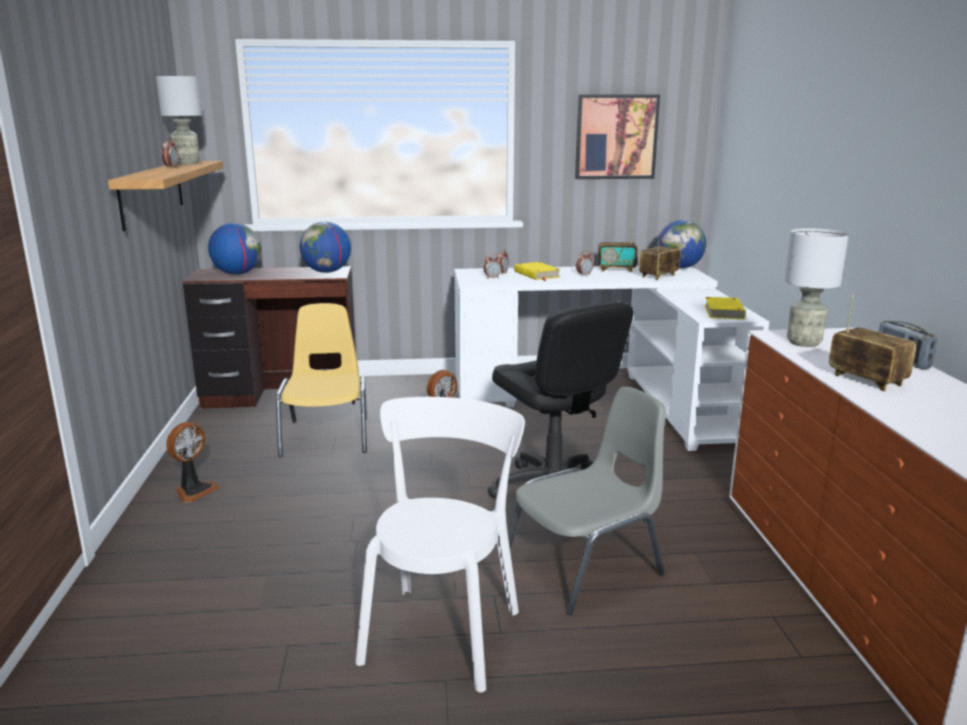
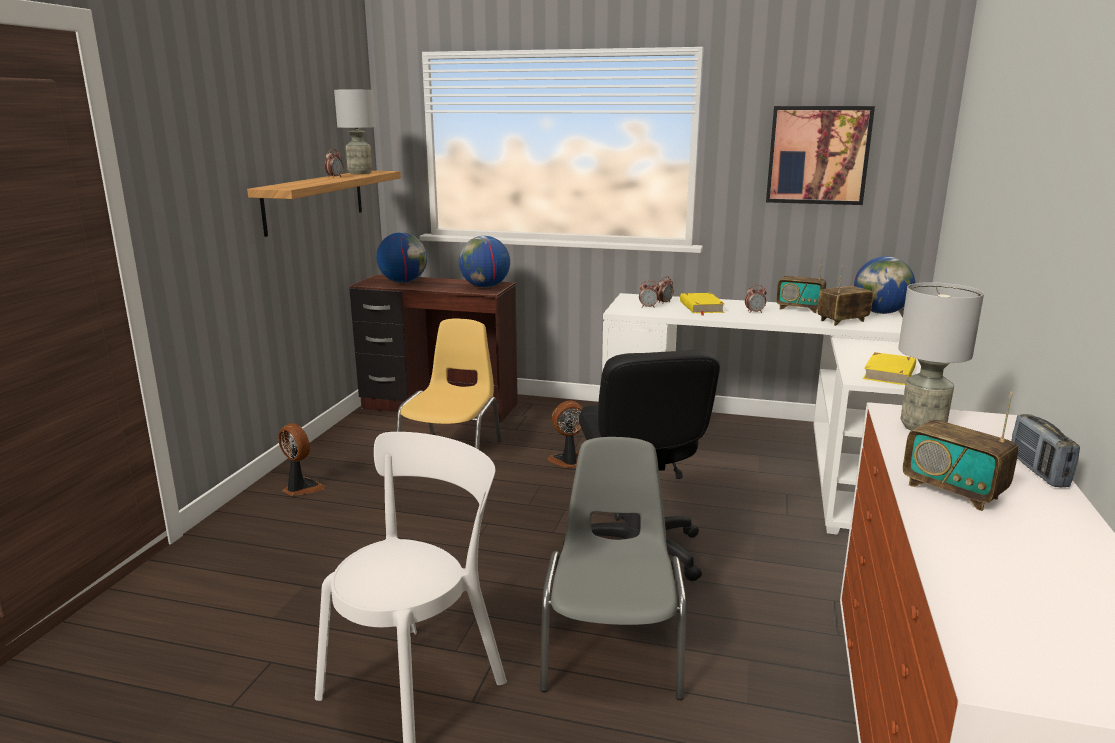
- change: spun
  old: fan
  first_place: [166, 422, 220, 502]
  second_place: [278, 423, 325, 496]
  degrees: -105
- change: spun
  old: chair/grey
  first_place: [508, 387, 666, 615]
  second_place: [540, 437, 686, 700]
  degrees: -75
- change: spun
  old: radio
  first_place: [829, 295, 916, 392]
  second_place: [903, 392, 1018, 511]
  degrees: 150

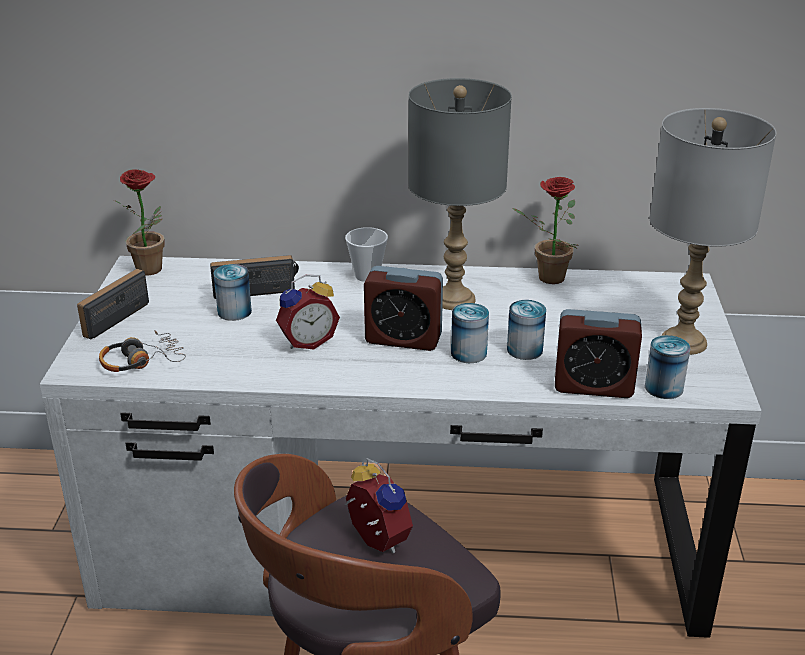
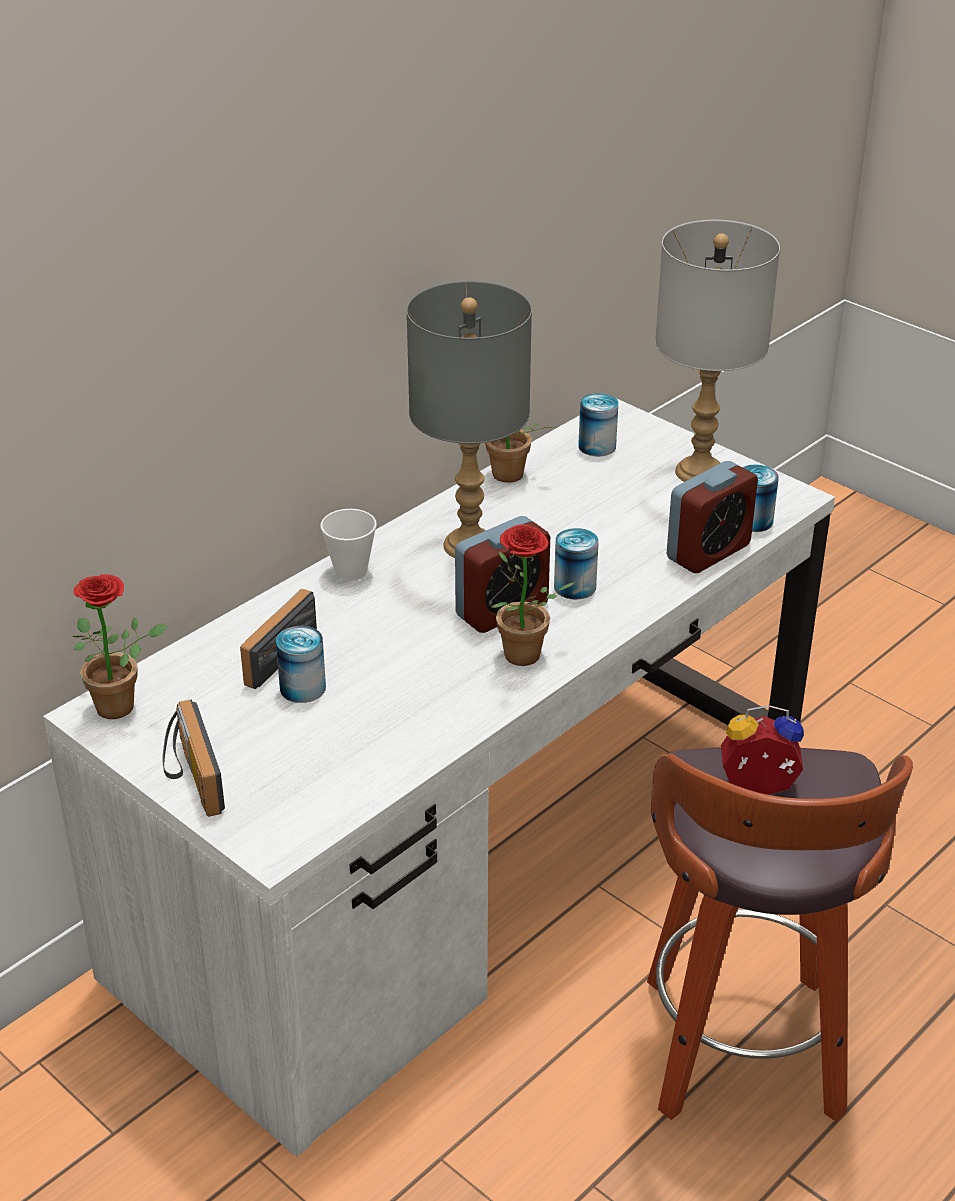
- change: appeared
  new: potted plant
  second_place: [491, 524, 575, 666]
- change: relocated
  old: can
  first_place: [507, 300, 546, 360]
  second_place: [578, 393, 619, 456]
- change: missing
  old: headphones
  first_place: [99, 330, 186, 372]
- change: missing
  old: alarm clock
  first_place: [276, 275, 340, 349]

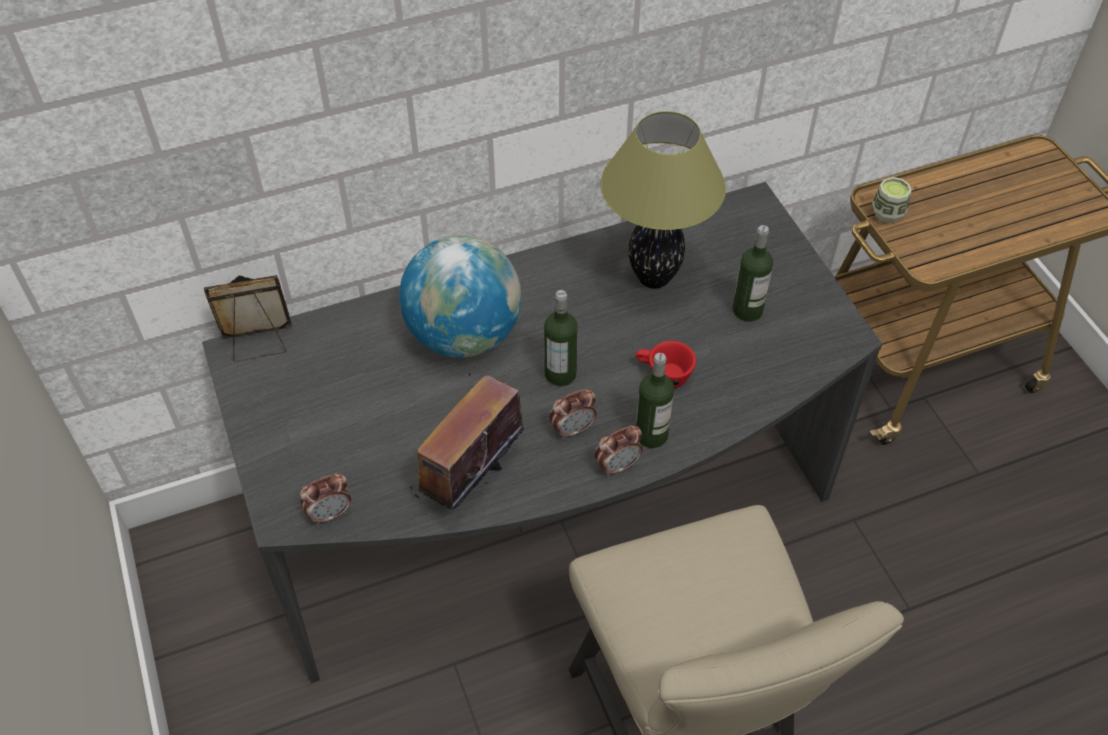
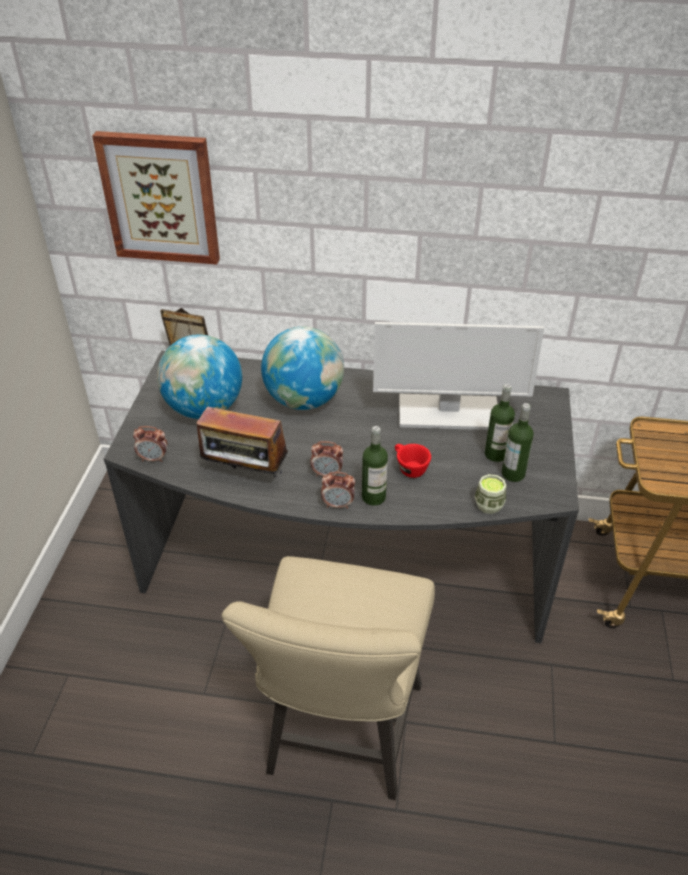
- change: appeared
  new: picture
  second_place: [92, 131, 220, 265]
- change: appeared
  new: globe
  second_place: [157, 334, 242, 419]
- change: spun
  old: radio
  first_place: [410, 373, 524, 510]
  second_place: [196, 399, 288, 477]
  degrees: -135
- change: exchanged
  old: table lamp
  new: monitor
  first_place: [600, 111, 726, 289]
  second_place: [373, 322, 544, 430]
- change: relocated
  old: cup
  first_place: [872, 177, 911, 223]
  second_place: [475, 474, 506, 514]
- change: relocated
  old: bottle
  first_place: [544, 290, 578, 386]
  second_place: [502, 403, 534, 482]

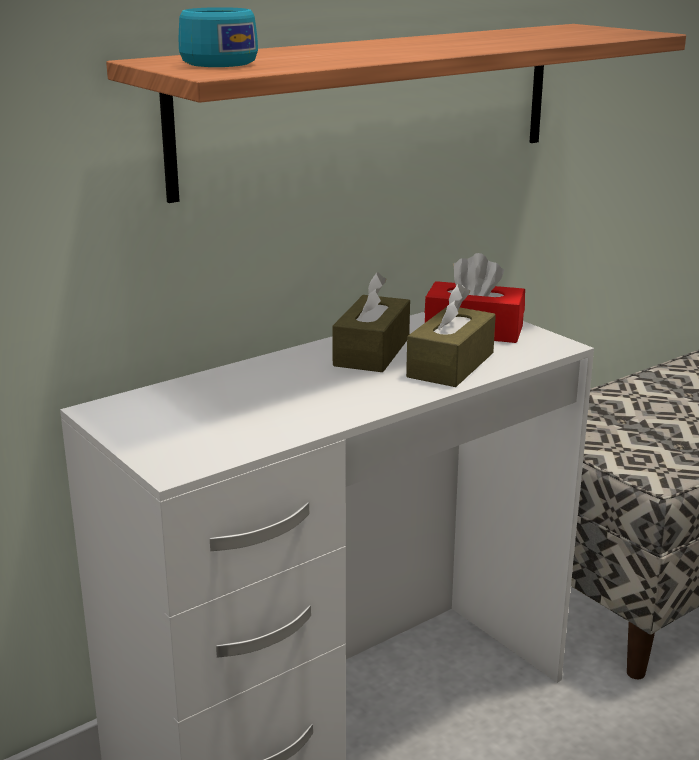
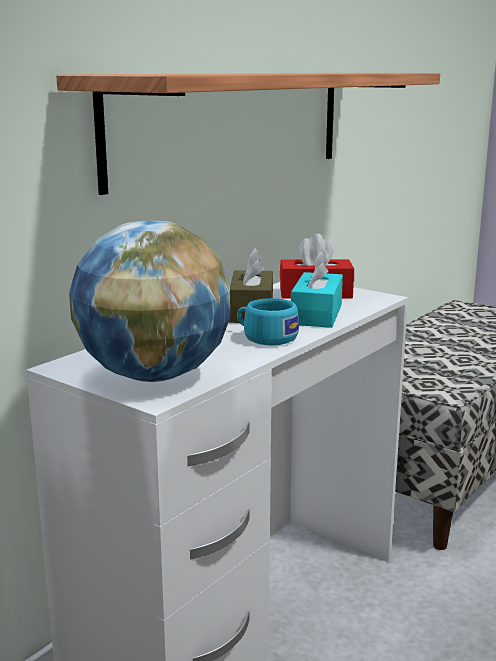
- change: appeared
  new: globe
  second_place: [69, 220, 230, 382]
- change: relocated
  old: cup/turquoise
  first_place: [179, 7, 258, 67]
  second_place: [237, 298, 299, 345]
- change: colour
  old: tissue box/brown
  new: tissue box/turquoise
  first_place: [406, 284, 496, 387]
  second_place: [291, 251, 343, 328]

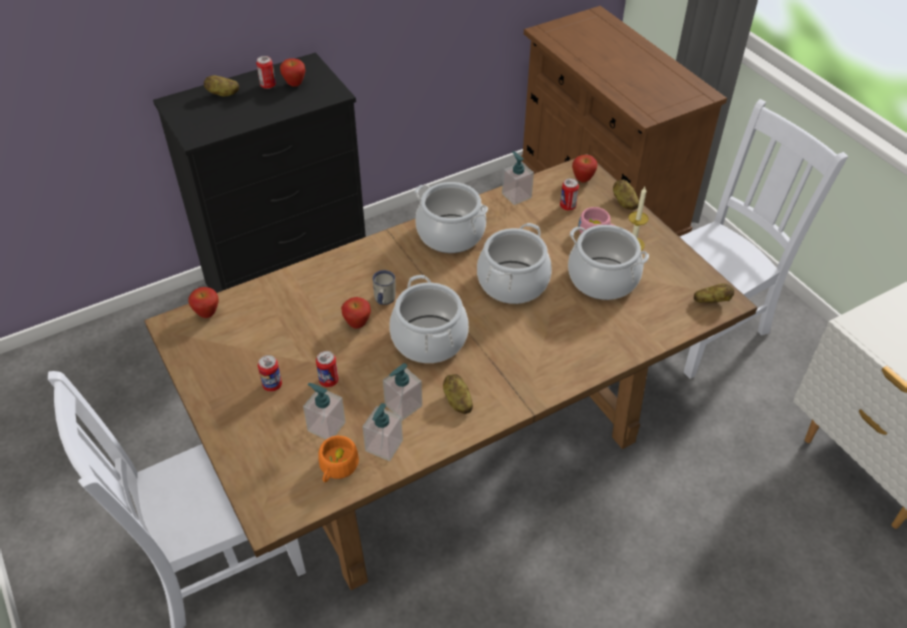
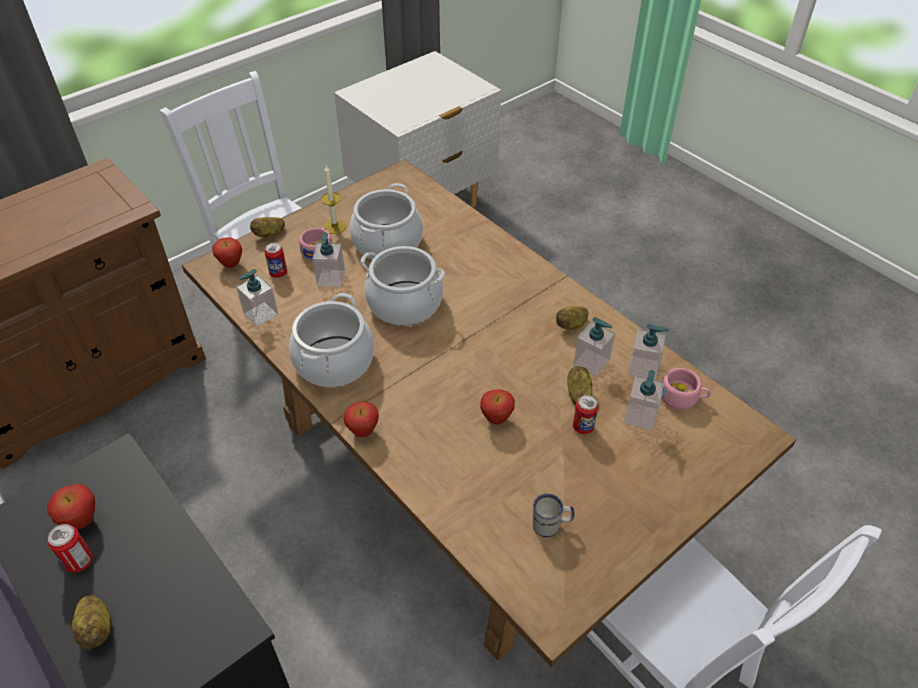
- change: appeared
  new: soap dispenser
  second_place: [312, 233, 345, 287]
- change: relocated
  old: apple
  first_place: [188, 287, 219, 318]
  second_place: [344, 402, 379, 437]
- change: relocated
  old: mug/white
  first_place: [372, 270, 395, 305]
  second_place: [532, 493, 574, 537]
- change: relocated
  old: potato
  first_place: [694, 283, 734, 303]
  second_place: [567, 366, 592, 405]
- change: colour
  old: cup/orange
  new: cup/pink
  first_place: [318, 436, 359, 482]
  second_place: [661, 368, 711, 410]
- change: missing
  old: can
  first_place: [258, 355, 282, 392]
- change: missing
  old: cooking pot
  first_place: [389, 275, 469, 363]

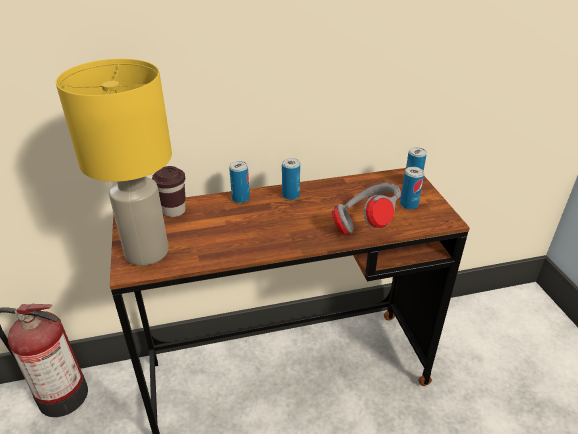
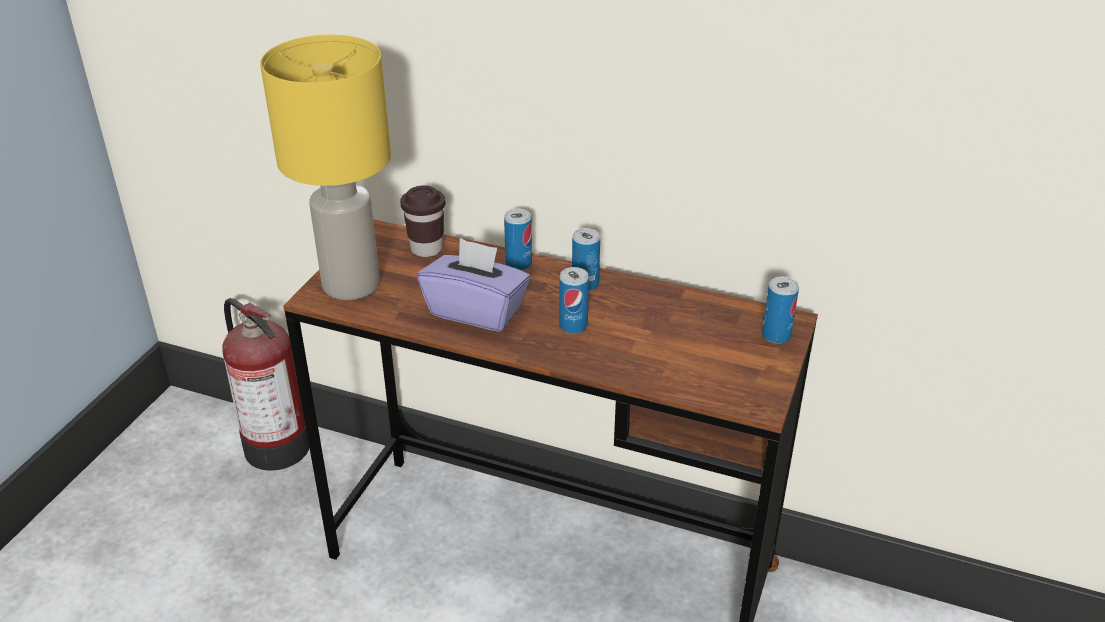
- change: appeared
  new: tissue box/purple
  second_place: [418, 238, 530, 332]
- change: relocated
  old: can
  first_place: [400, 167, 424, 210]
  second_place: [559, 267, 589, 334]
- change: missing
  old: headphones/grey
  first_place: [332, 183, 401, 235]

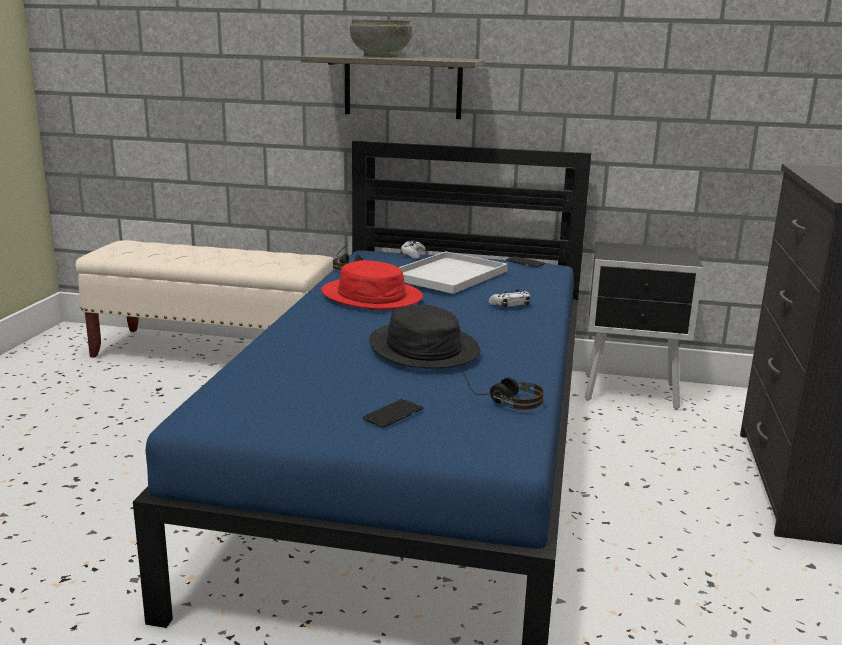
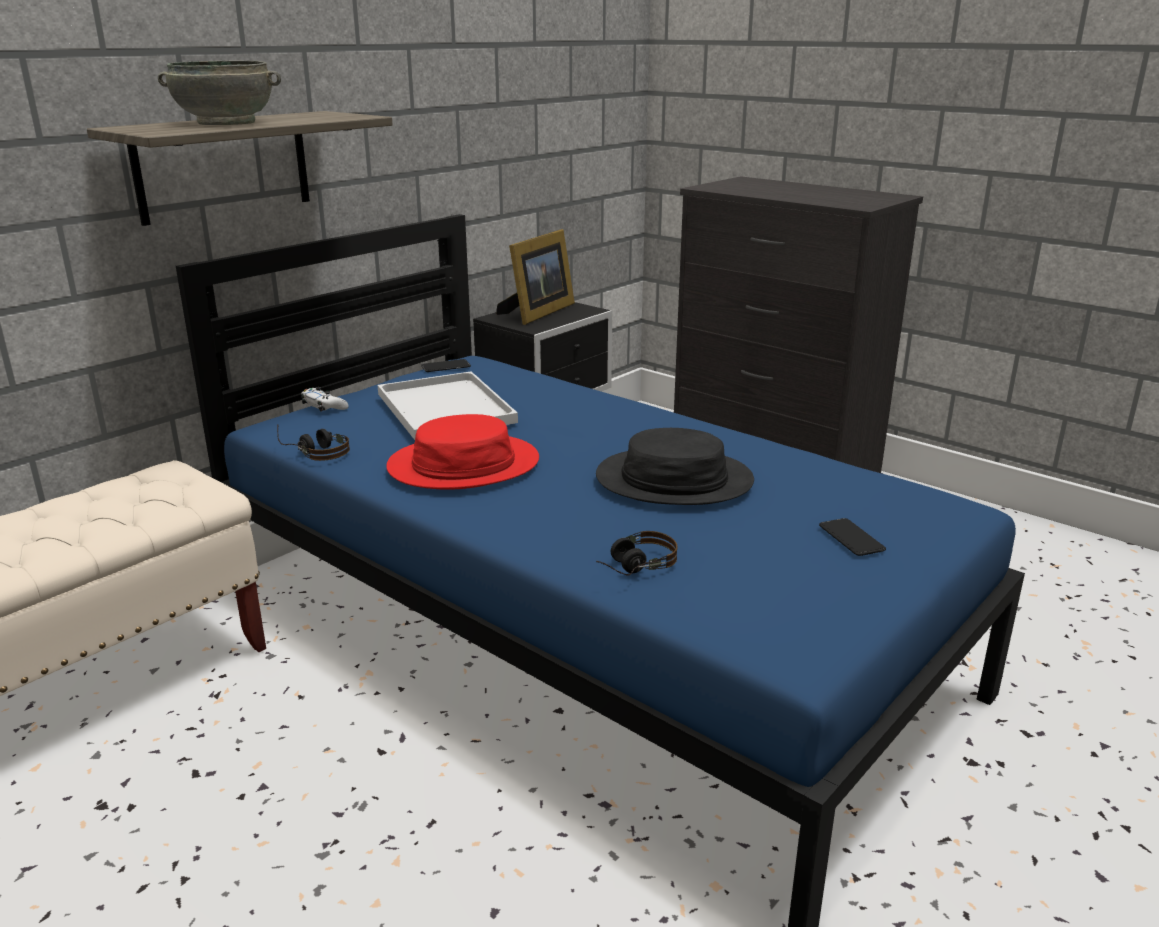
- change: appeared
  new: picture frame
  second_place: [496, 229, 575, 325]
- change: relocated
  old: headphones
  first_place: [464, 374, 544, 410]
  second_place: [596, 531, 678, 576]
- change: missing
  old: game controller/white
  first_place: [489, 289, 530, 308]

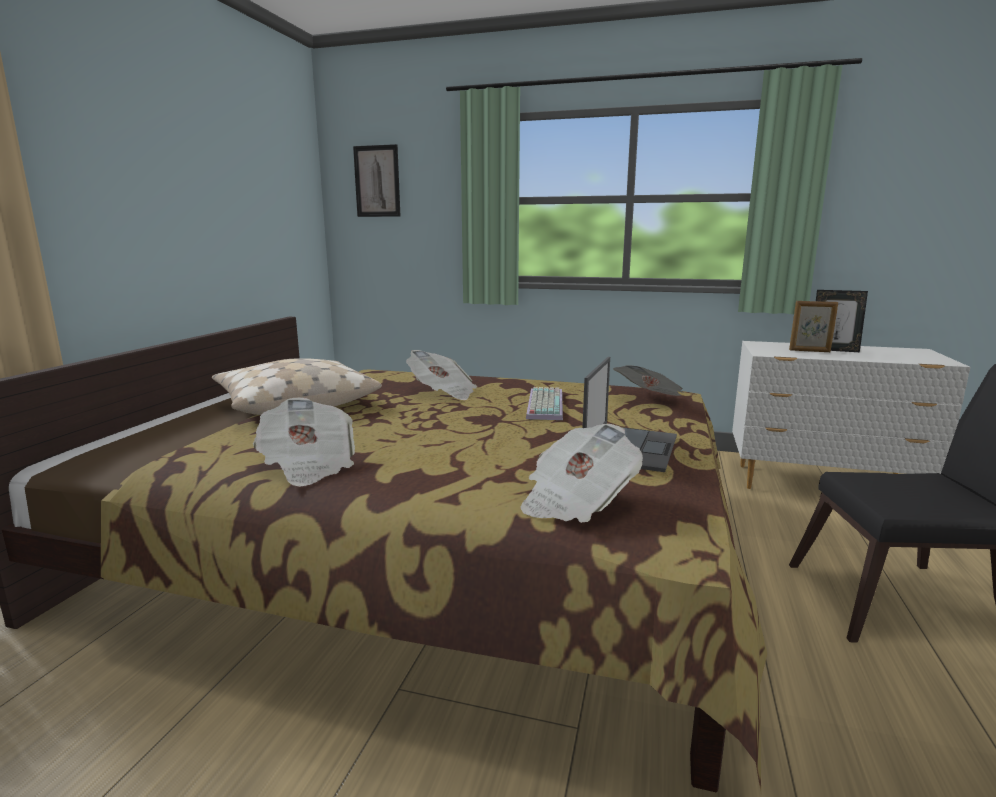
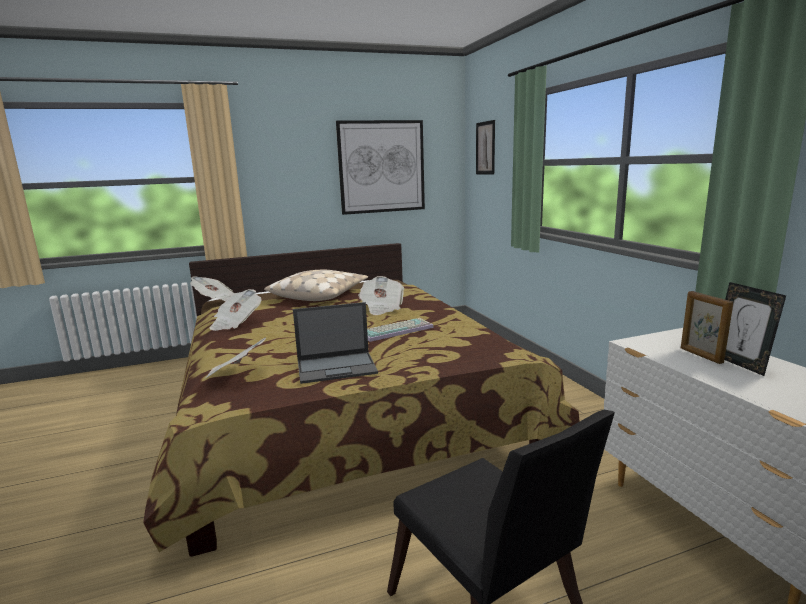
- change: relocated
  old: newspaper
  first_place: [613, 366, 684, 396]
  second_place: [190, 276, 235, 301]
- change: appeared
  new: picture
  second_place: [336, 120, 425, 215]

